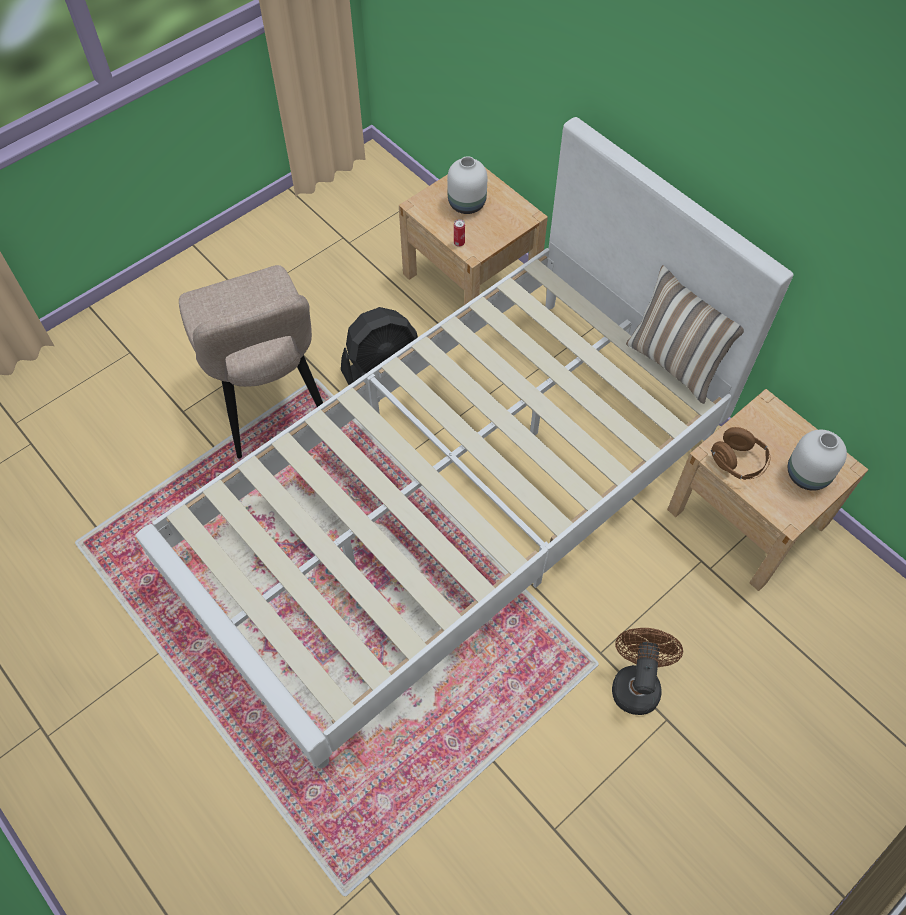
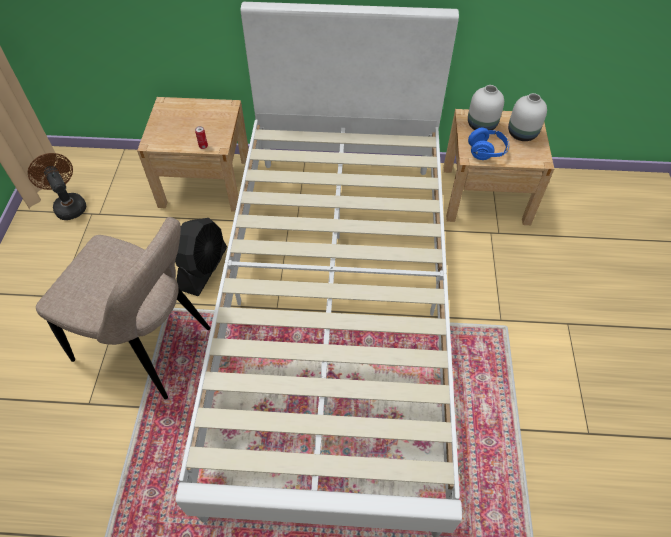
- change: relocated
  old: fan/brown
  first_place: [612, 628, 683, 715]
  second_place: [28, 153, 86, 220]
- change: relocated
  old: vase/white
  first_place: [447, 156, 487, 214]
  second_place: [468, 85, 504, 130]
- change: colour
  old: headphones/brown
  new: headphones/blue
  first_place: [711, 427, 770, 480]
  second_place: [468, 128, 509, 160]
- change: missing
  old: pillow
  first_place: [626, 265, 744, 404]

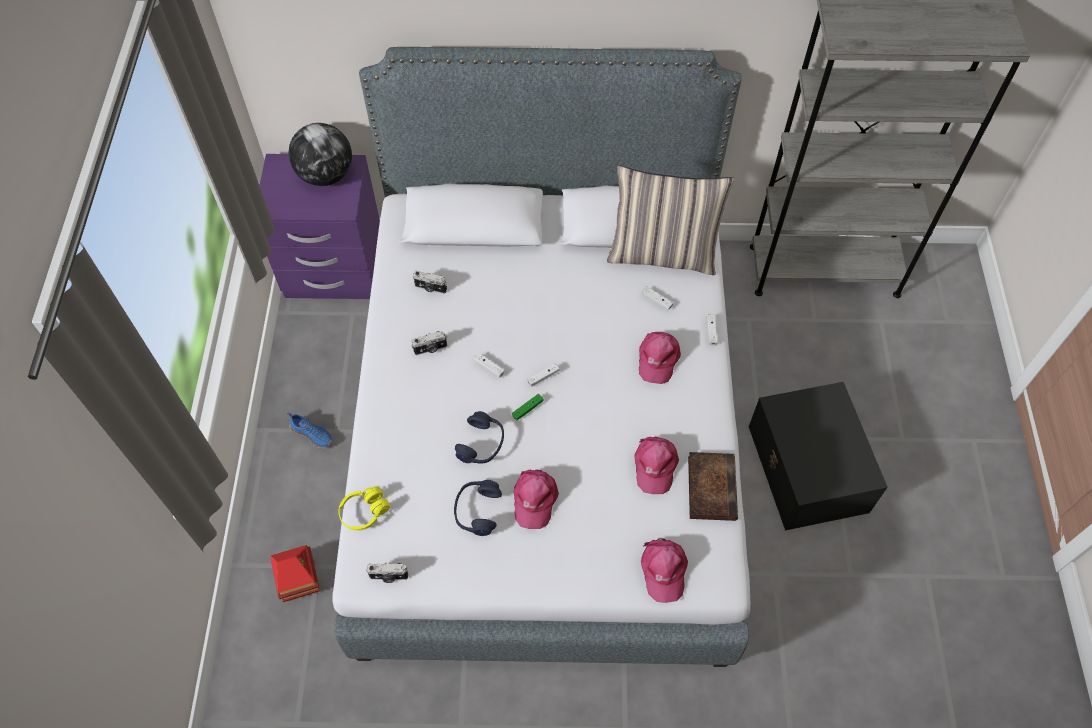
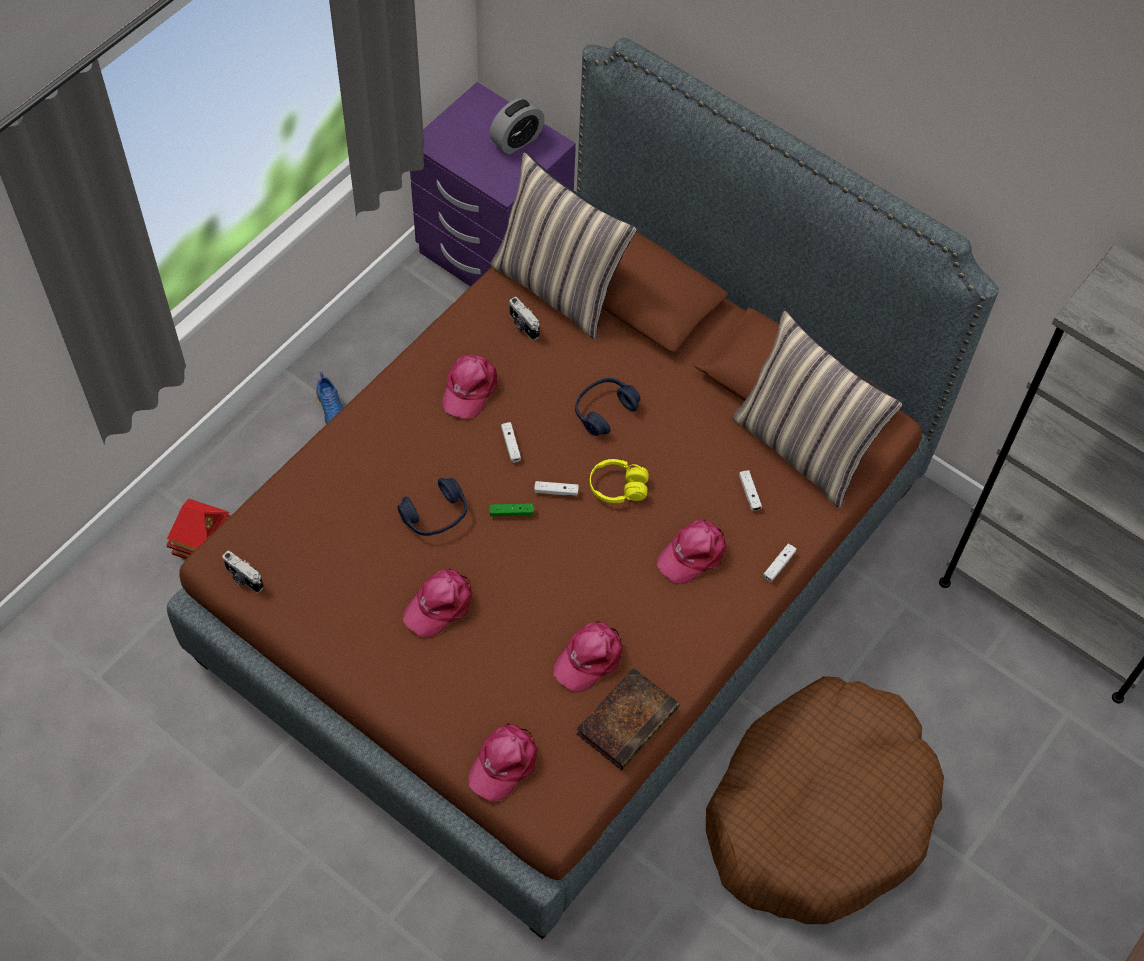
- change: colour
  old: bed/grey
  new: bed/brown
  first_place: [333, 47, 750, 667]
  second_place: [167, 38, 999, 939]
- change: exchanged
  old: photo camera
  new: cap/pink
  first_place: [411, 331, 447, 355]
  second_place: [442, 355, 498, 419]
- change: exchanged
  old: globe
  new: alarm clock
  first_place: [288, 123, 352, 186]
  second_place: [490, 98, 545, 154]
- change: appeared
  new: pillow
  second_place: [491, 152, 637, 339]
- change: relocated
  old: headphones/blue
  first_place: [454, 480, 502, 536]
  second_place: [575, 378, 640, 436]
- change: relocated
  old: headphones/yellow
  first_place: [338, 486, 390, 531]
  second_place: [590, 459, 649, 503]
- change: exchanged
  old: storage box/black
  new: dog bed/brown
  first_place: [749, 382, 888, 530]
  second_place: [706, 676, 944, 924]

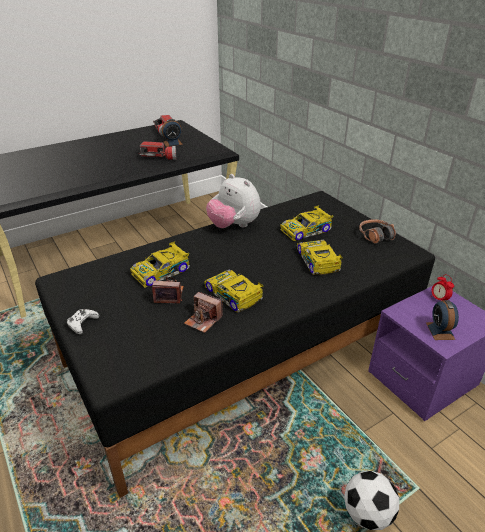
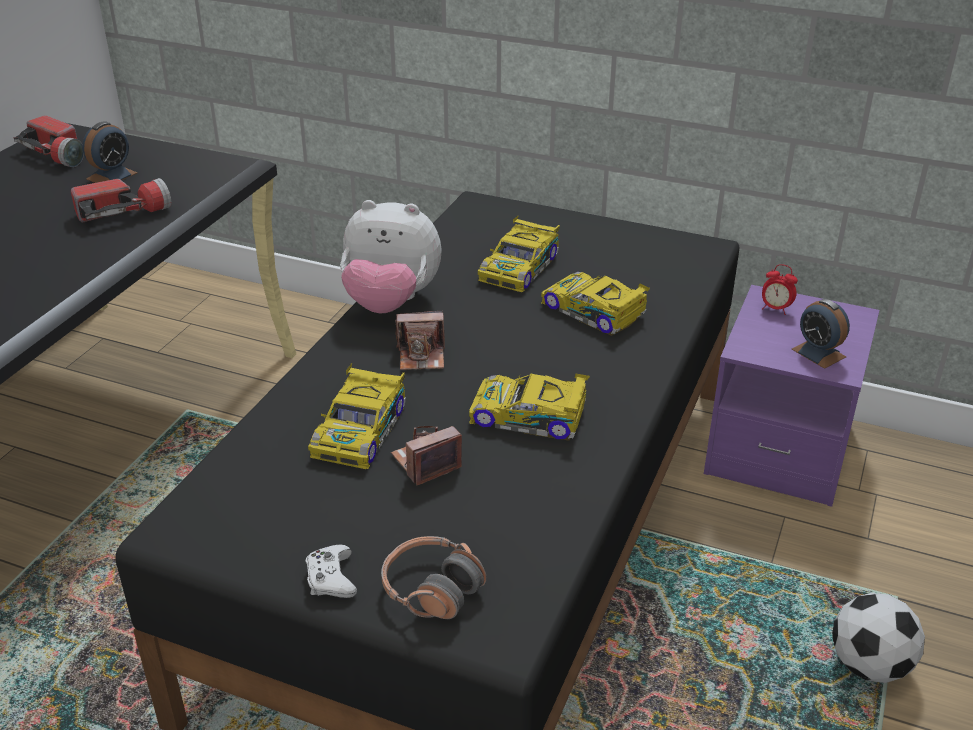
- change: relocated
  old: headphones
  first_place: [359, 219, 396, 244]
  second_place: [381, 536, 487, 619]
- change: relocated
  old: photo camera
  first_place: [184, 292, 223, 333]
  second_place: [395, 311, 445, 370]

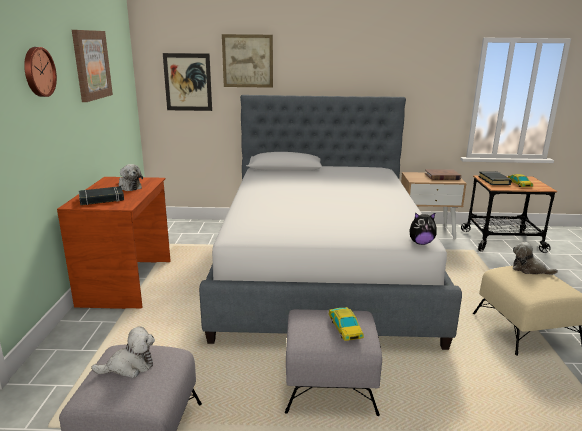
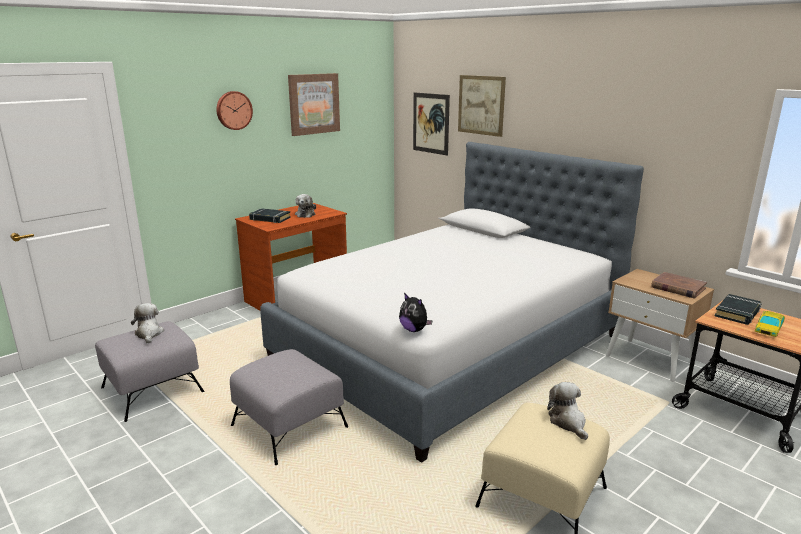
- change: spun
  old: plush toy
  first_place: [91, 326, 155, 378]
  second_place: [131, 303, 164, 344]
  degrees: -135
- change: missing
  old: toy car
  first_place: [329, 307, 364, 341]

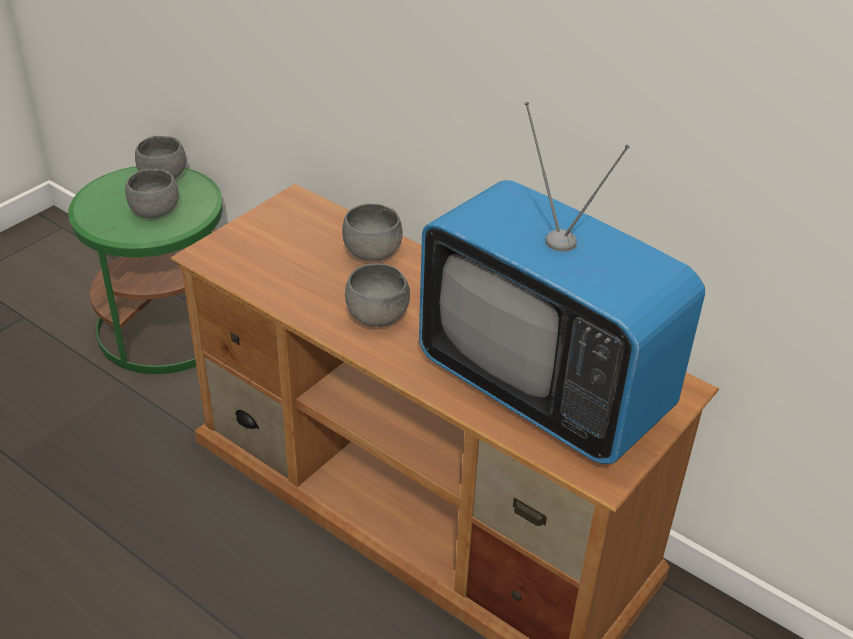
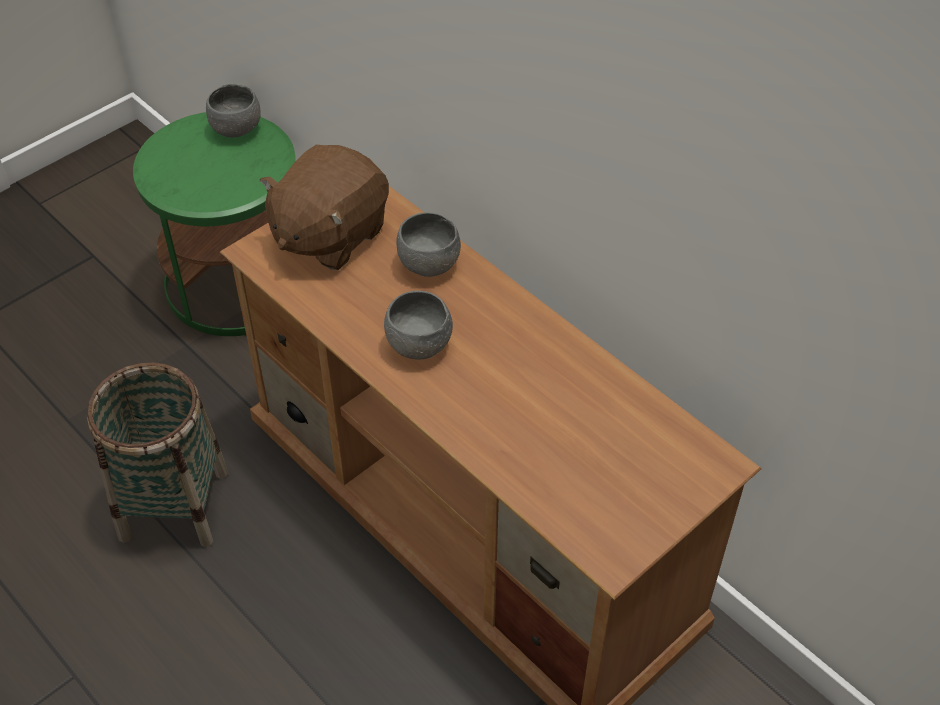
- change: appeared
  new: basket
  second_place: [87, 362, 228, 547]
- change: appeared
  new: plush toy/brown
  second_place: [260, 144, 389, 270]
- change: missing
  old: bowl/grey
  first_place: [125, 169, 179, 218]
- change: missing
  old: television
  first_place: [419, 102, 705, 464]

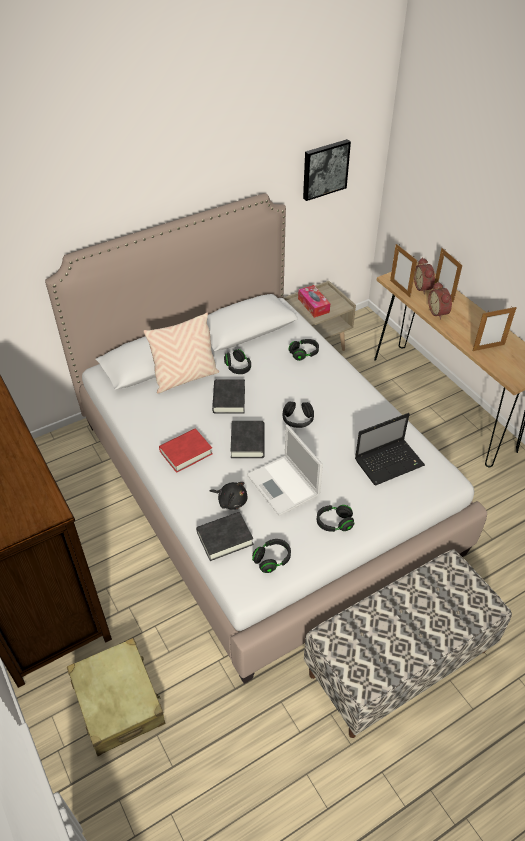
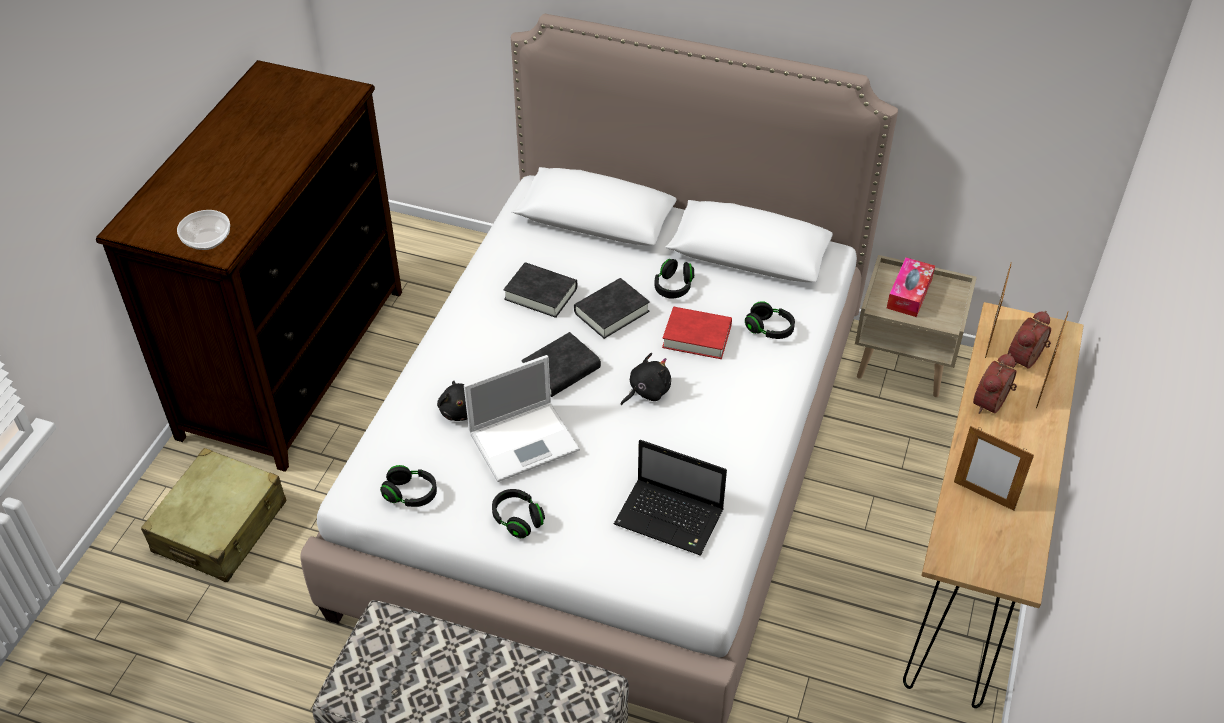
- change: appeared
  new: bowl
  second_place: [177, 210, 230, 250]
- change: spun
  old: laptop
  first_place: [247, 425, 323, 516]
  second_place: [464, 355, 580, 482]
  degrees: -135
- change: relocated
  old: book/black
  first_place: [196, 512, 254, 561]
  second_place: [503, 262, 577, 318]
- change: exchanged
  old: headphones/black
  new: plush toy/black
  first_place: [282, 401, 314, 428]
  second_place: [621, 353, 671, 405]
- change: relocated
  old: book/red
  first_place: [159, 428, 213, 473]
  second_place: [662, 307, 732, 359]
- change: missing
  old: pillow/beige
  first_place: [144, 313, 219, 394]
- change: missing
  old: picture
  first_place: [303, 139, 351, 201]

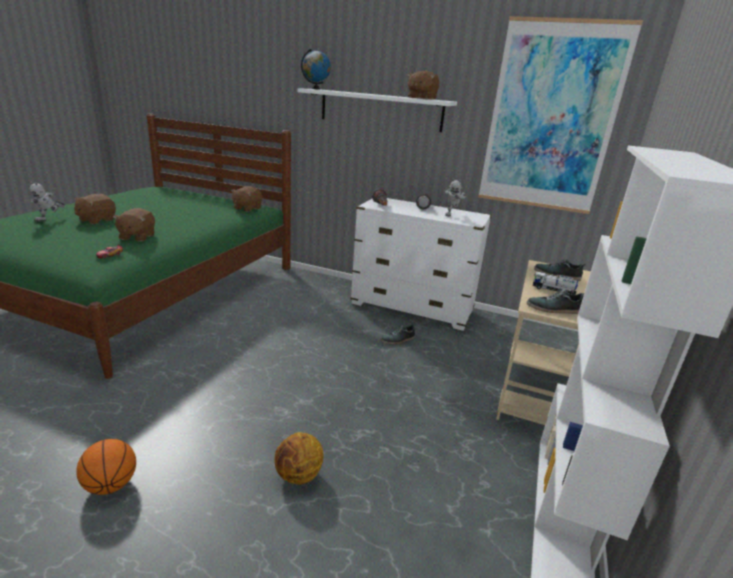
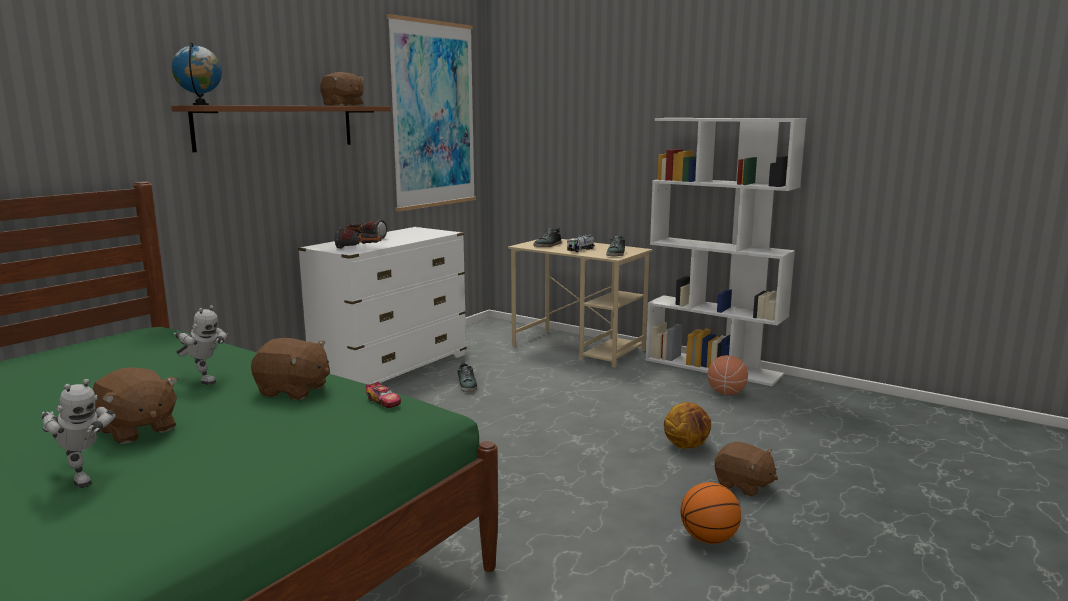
- change: colour
  old: shelf/white
  new: shelf/brown
  first_place: [297, 88, 457, 132]
  second_place: [171, 105, 391, 152]
- change: relocated
  old: toy robot
  first_place: [445, 178, 466, 216]
  second_place: [173, 305, 228, 385]
- change: appeared
  new: basketball
  second_place: [708, 355, 748, 395]
- change: relocated
  old: plush toy/brown
  first_place: [231, 186, 262, 212]
  second_place: [714, 442, 778, 497]

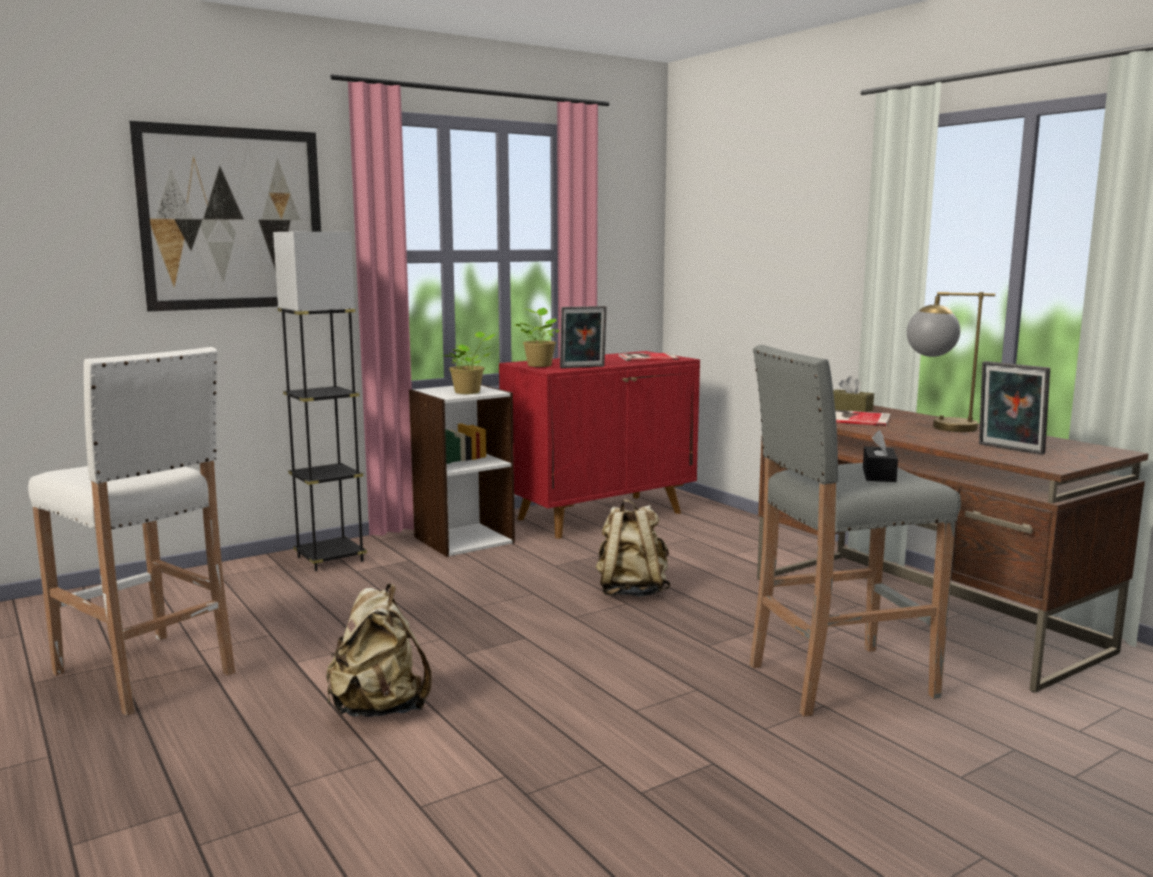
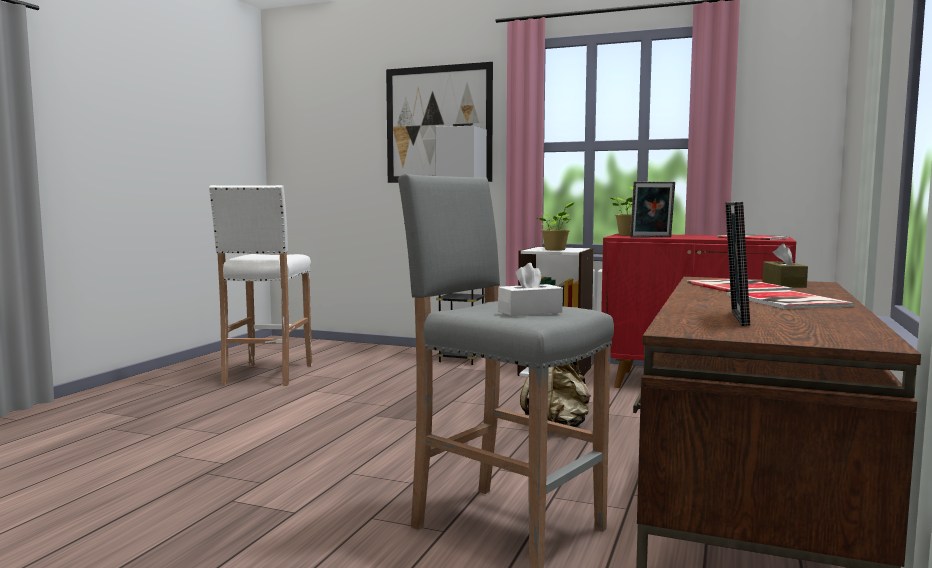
- change: colour
  old: tissue box/black
  new: tissue box/white
  first_place: [863, 430, 898, 482]
  second_place: [498, 263, 563, 316]
- change: spun
  old: picture frame
  first_place: [560, 306, 607, 368]
  second_place: [630, 181, 675, 238]
  degrees: -45
- change: exchanged
  old: table lamp
  new: book
  first_place: [907, 292, 995, 432]
  second_place: [727, 290, 855, 309]
- change: missing
  old: backpack/beige
  first_place: [326, 584, 432, 717]

